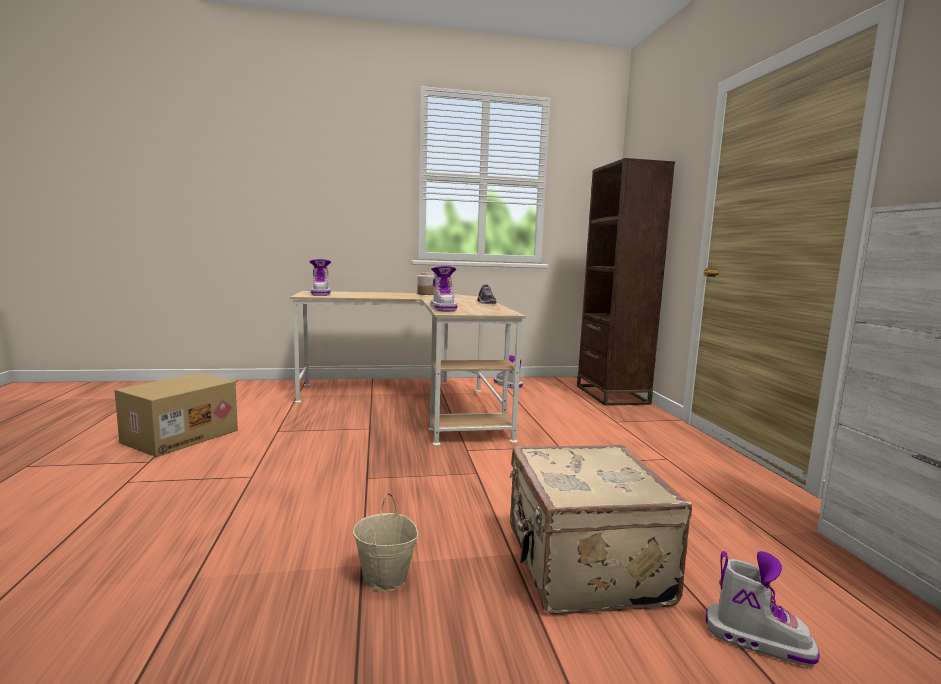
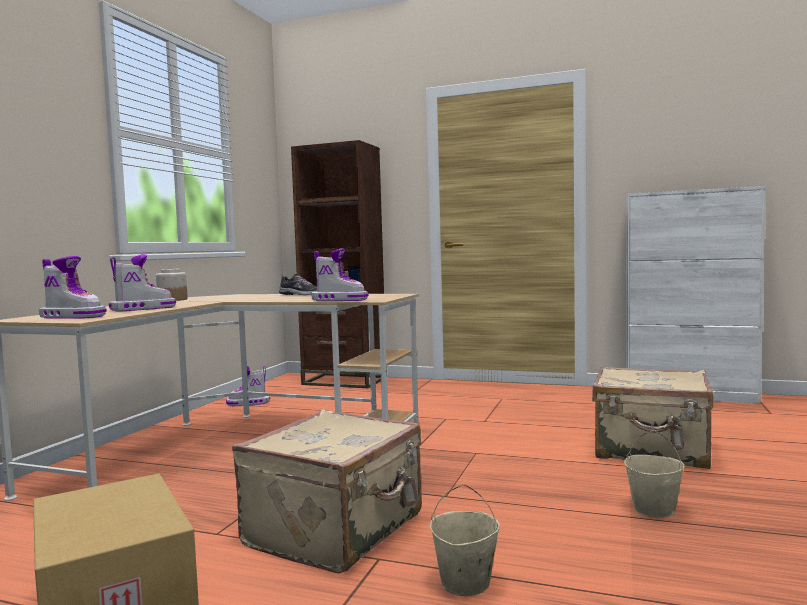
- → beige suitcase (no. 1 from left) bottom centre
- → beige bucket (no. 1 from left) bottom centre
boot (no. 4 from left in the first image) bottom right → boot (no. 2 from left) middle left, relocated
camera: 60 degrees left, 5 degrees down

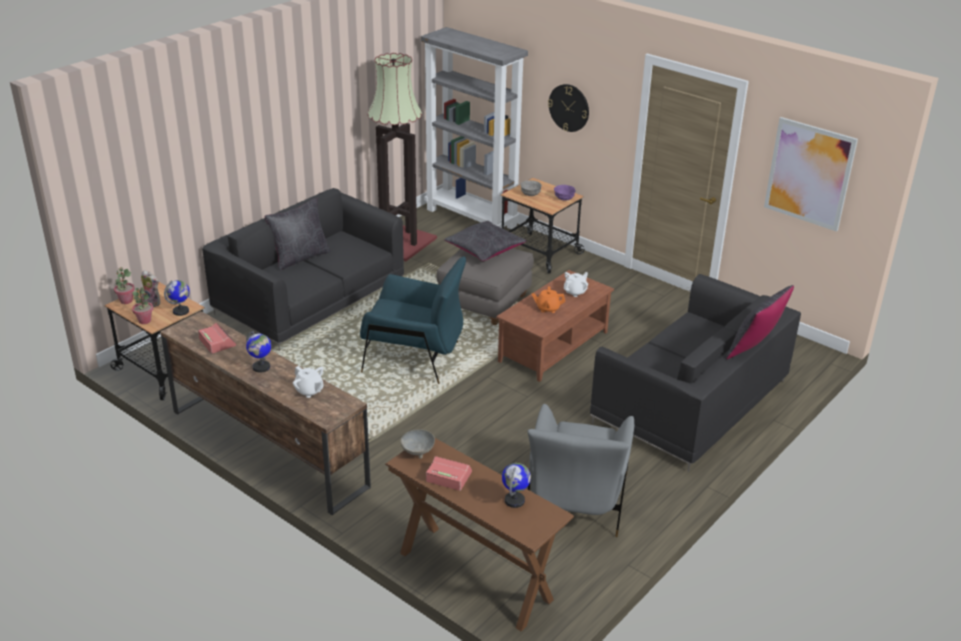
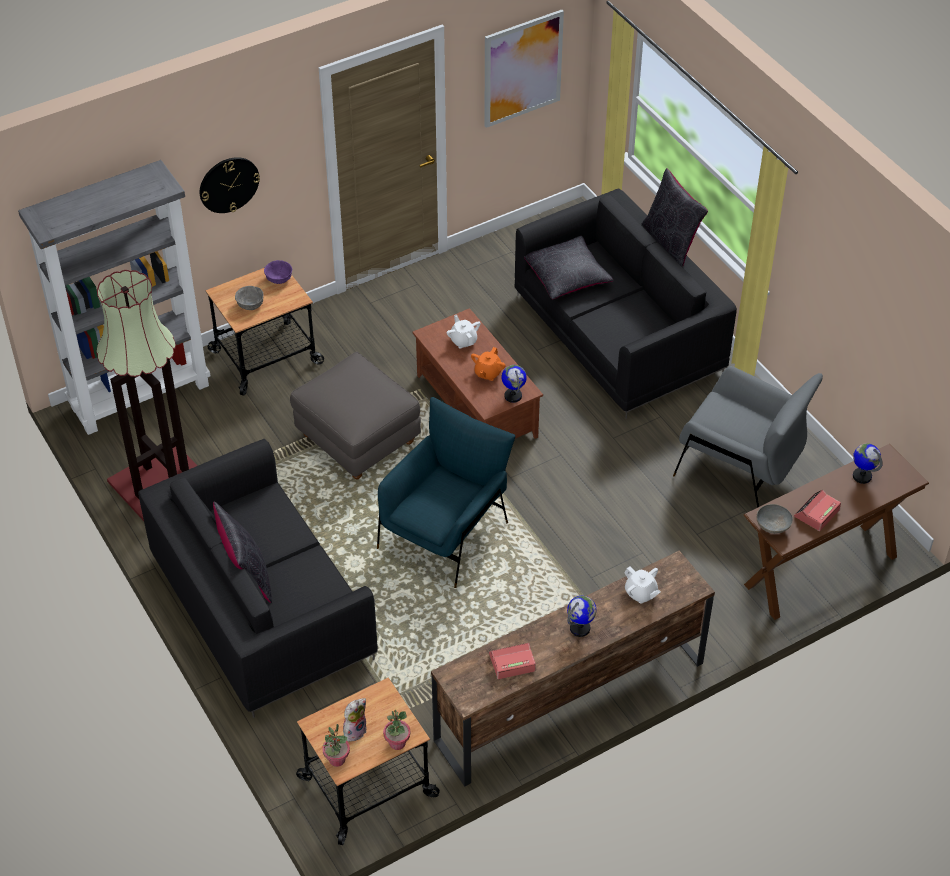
globe (no. 1 from left) middle left → globe (no. 1 from left) centre, relocated
black pillow (no. 2 from left) centre → black pillow (no. 2 from left) top centre, relocated
white teapot (no. 1 from left in the first image) middle left → white teapot (no. 2 from left) bottom right, 75 degrees clockwise
camera: 70 degrees left, 15 degrees up

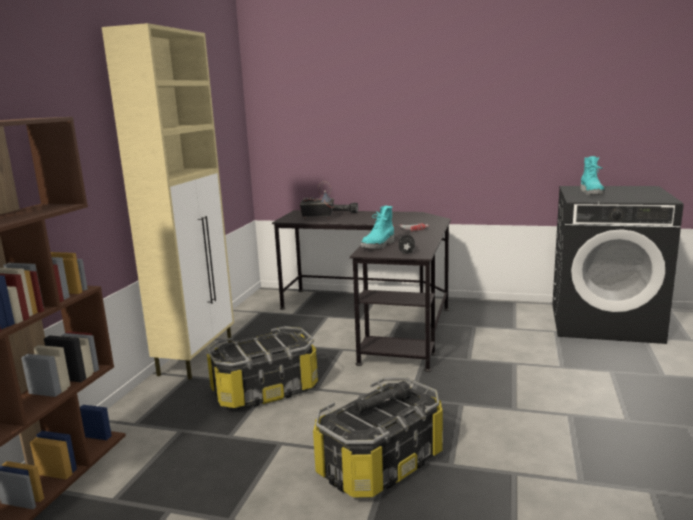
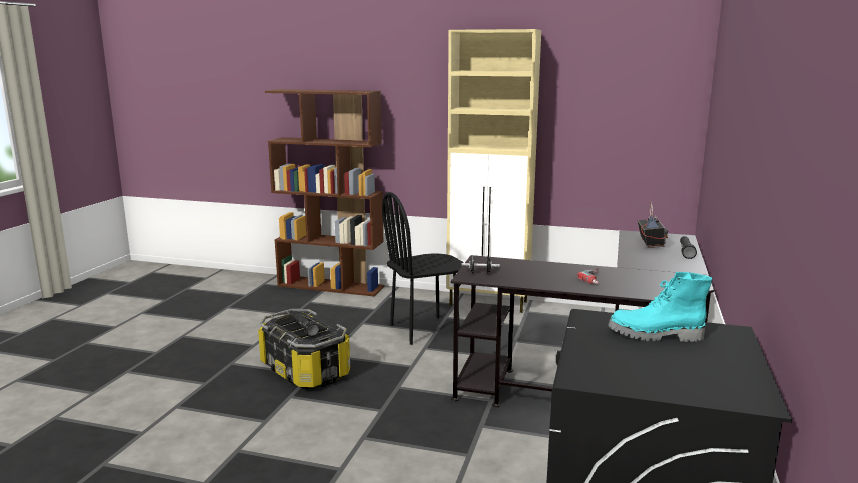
turquoise boot (no. 1 from left) centre → -
storage box (no. 1 from left) bottom centre → black chair centre
camera: 90 degrees right, 0 degrees up

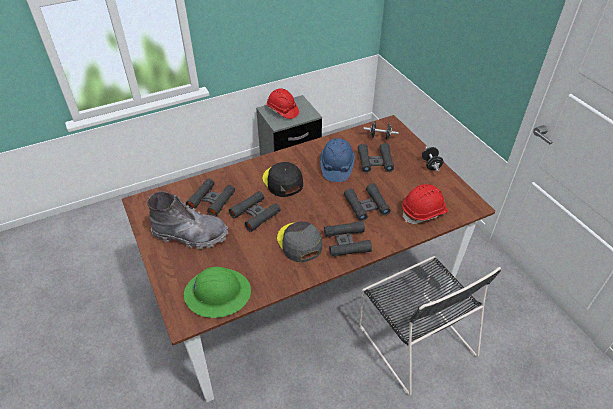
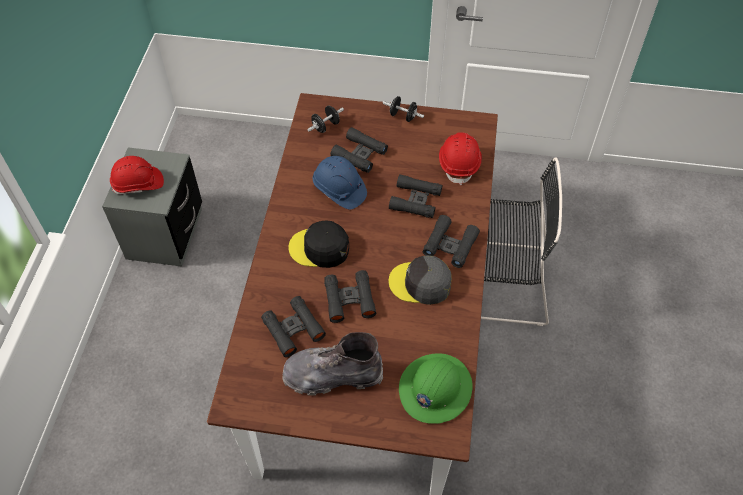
grey boot middle left → grey boot bottom centre, 135 degrees counterclockwise
camera: 55 degrees left, 10 degrees up

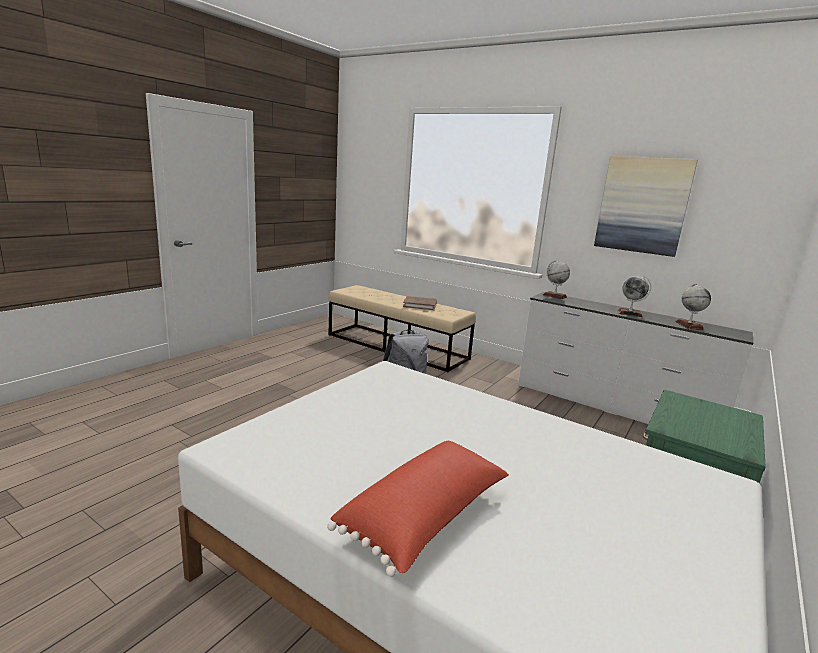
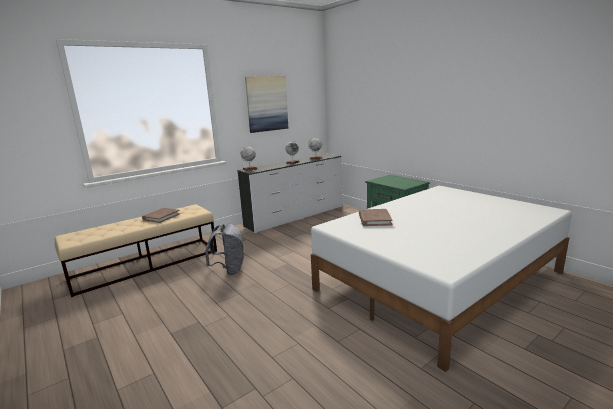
red pillow bottom centre → -
- → brown book (no. 2 from left) centre
camera: 70 degrees left, 0 degrees up

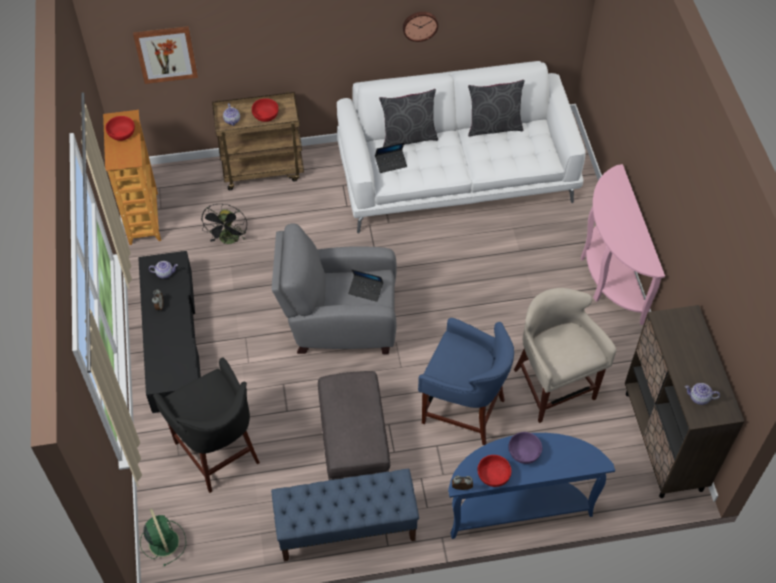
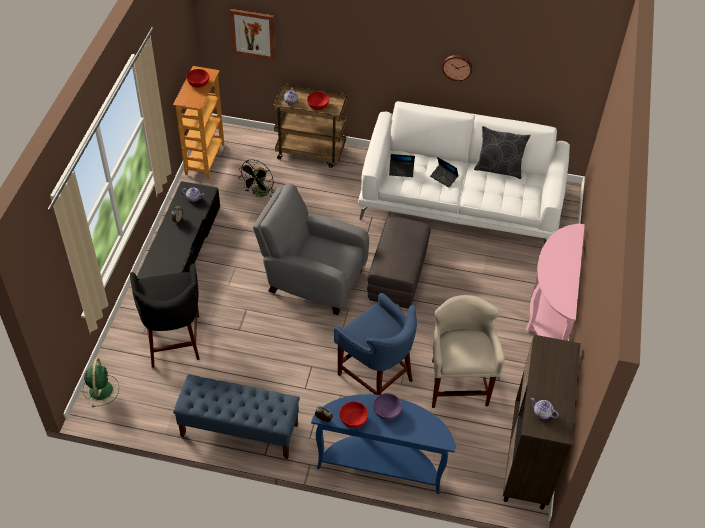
grey pillow (no. 1 from left) top centre → -
grey ottoman bottom centre → grey ottoman centre, relocated
laptop (no. 1 from left in the first image) centre → laptop (no. 2 from left) top centre, relocated
camera: 20 degrees right, 5 degrees down

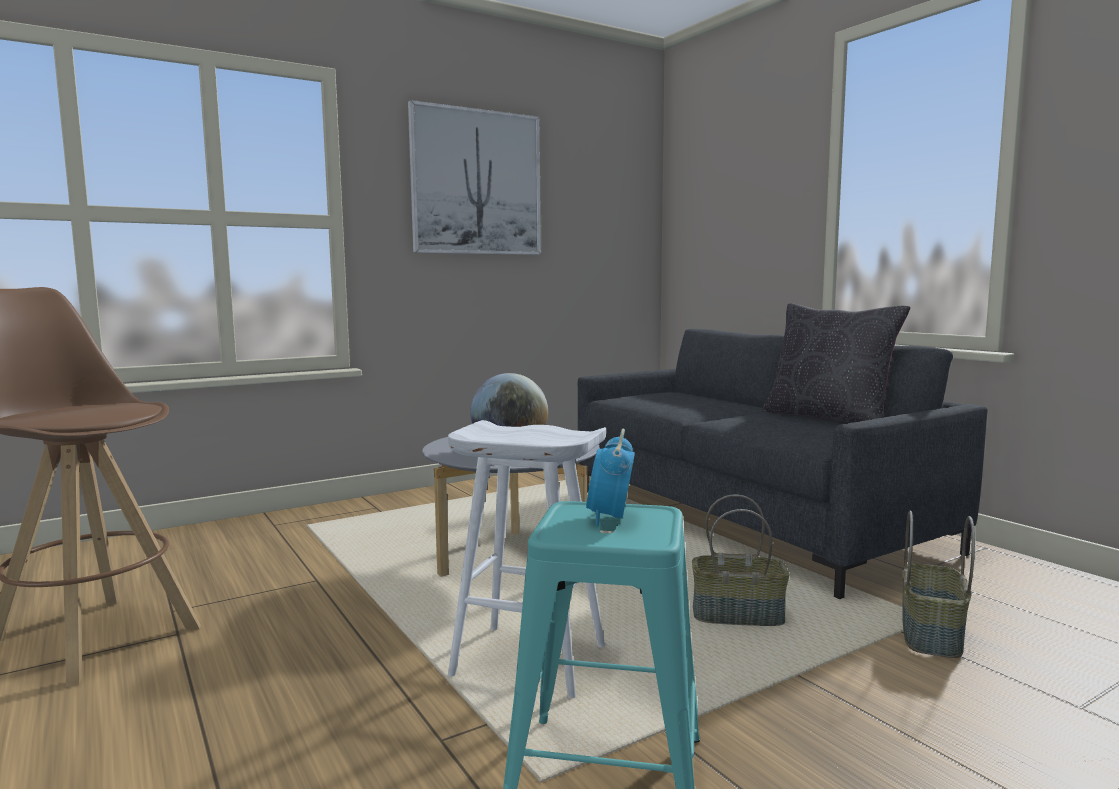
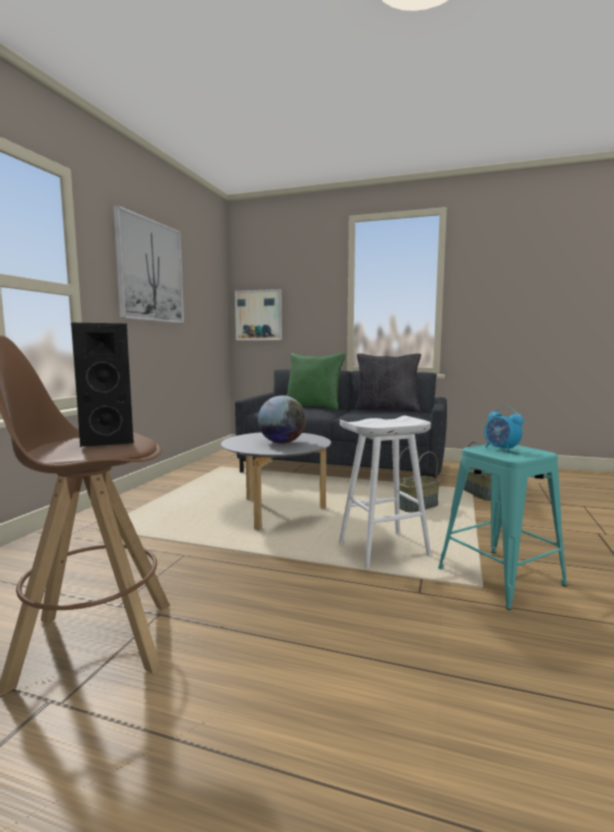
- → black speaker middle left
- → picture (no. 2 from left) centre
- → green pillow centre
camera: 40 degrees left, 0 degrees up

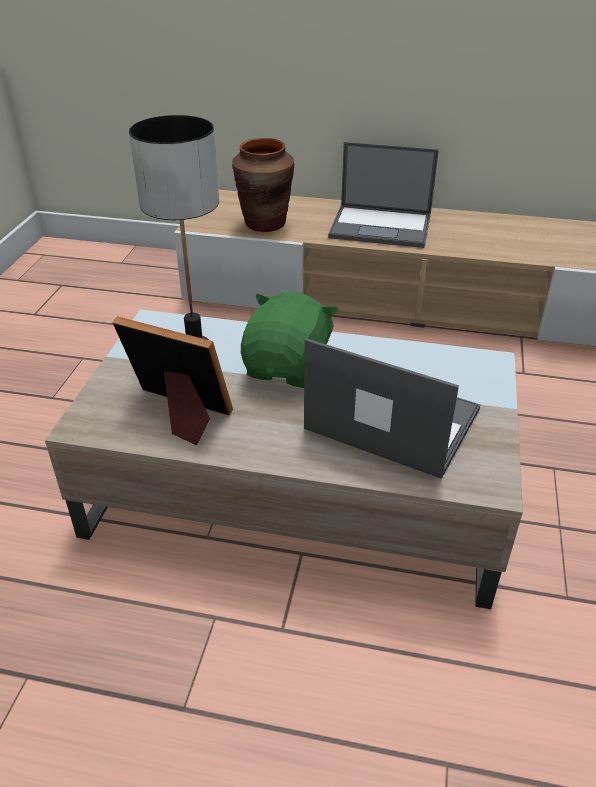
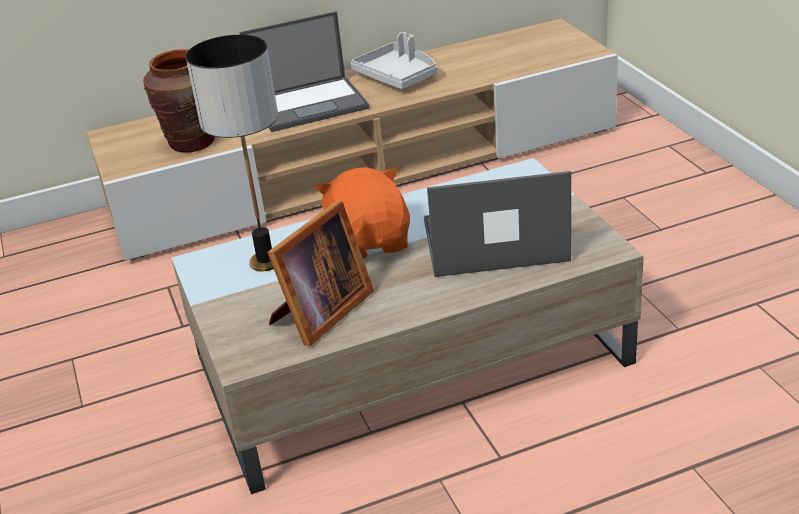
- → grey tray top centre
green plush toy centre → orange plush toy centre
picture frame middle left → picture frame centre, 135 degrees clockwise
camera: 30 degrees left, 5 degrees down

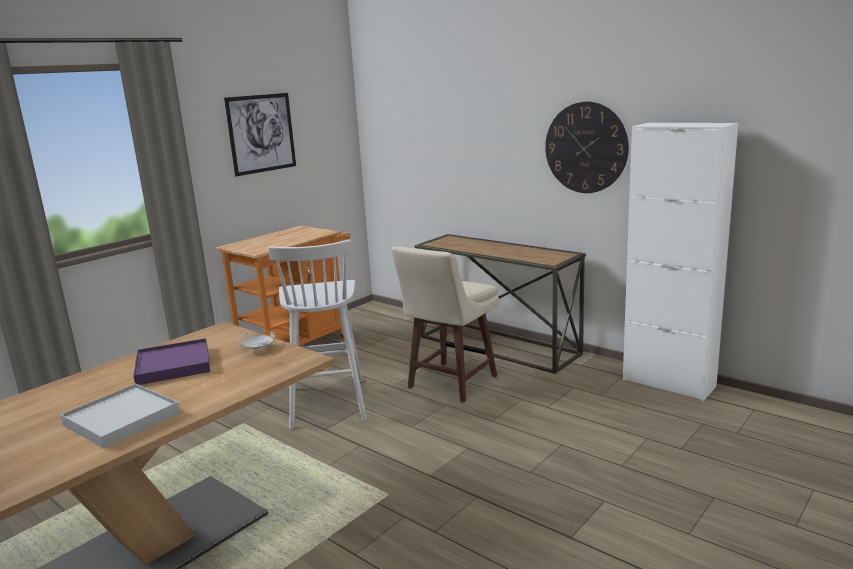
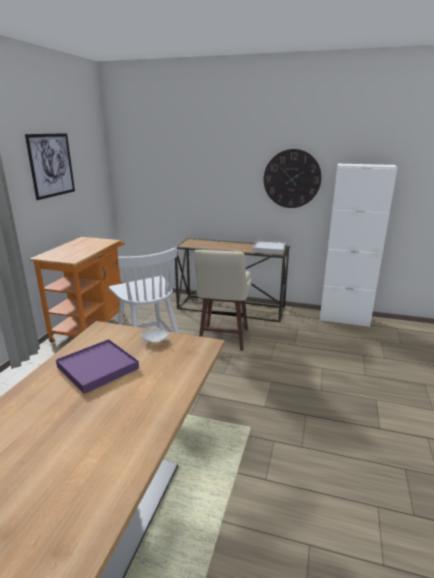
white tray bottom left → white tray centre, relocated
camera: 25 degrees left, 5 degrees up

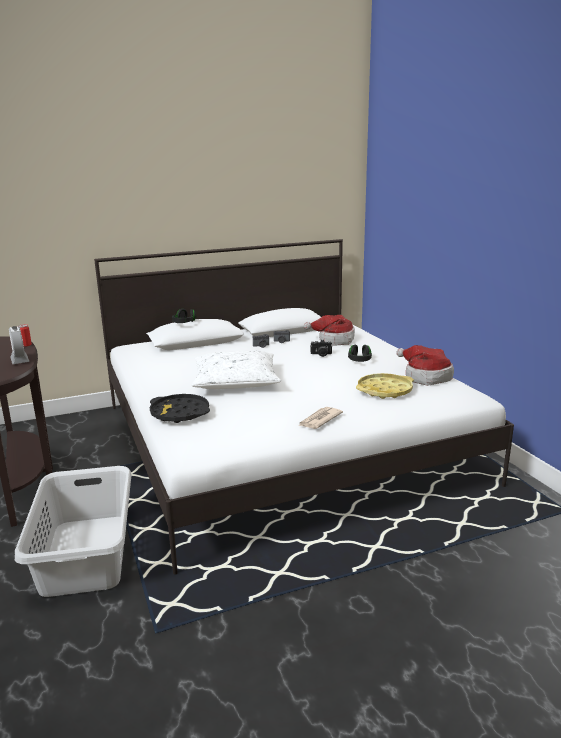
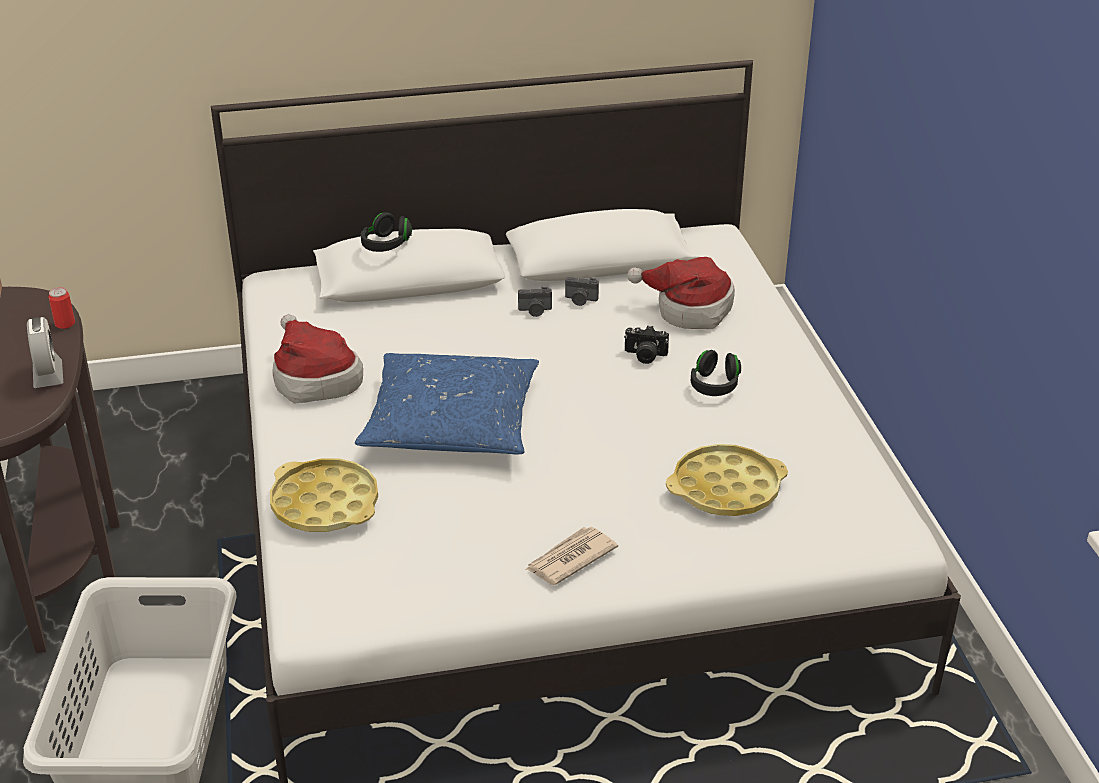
hat (no. 2 from left in the first image) middle right → hat (no. 1 from left) middle left, relocated
black tray middle left → yellow tray (no. 1 from left) middle left
white pillow centre → blue pillow centre
camera: 10 degrees right, 15 degrees up

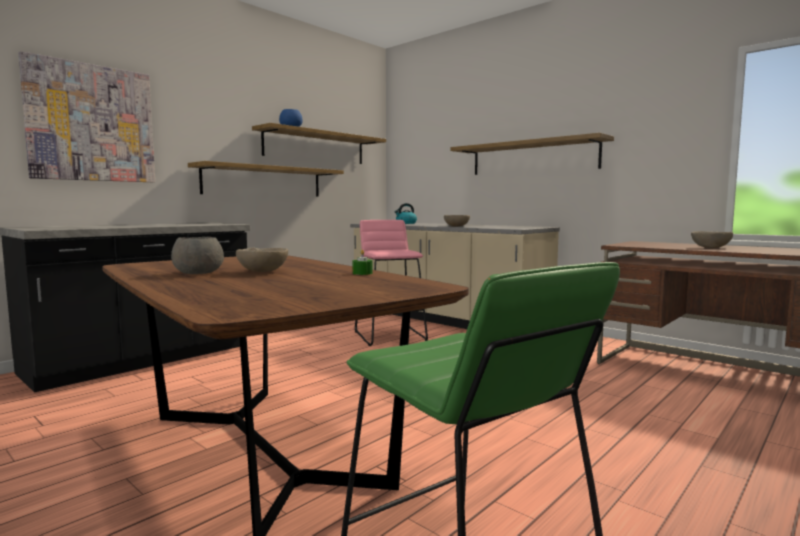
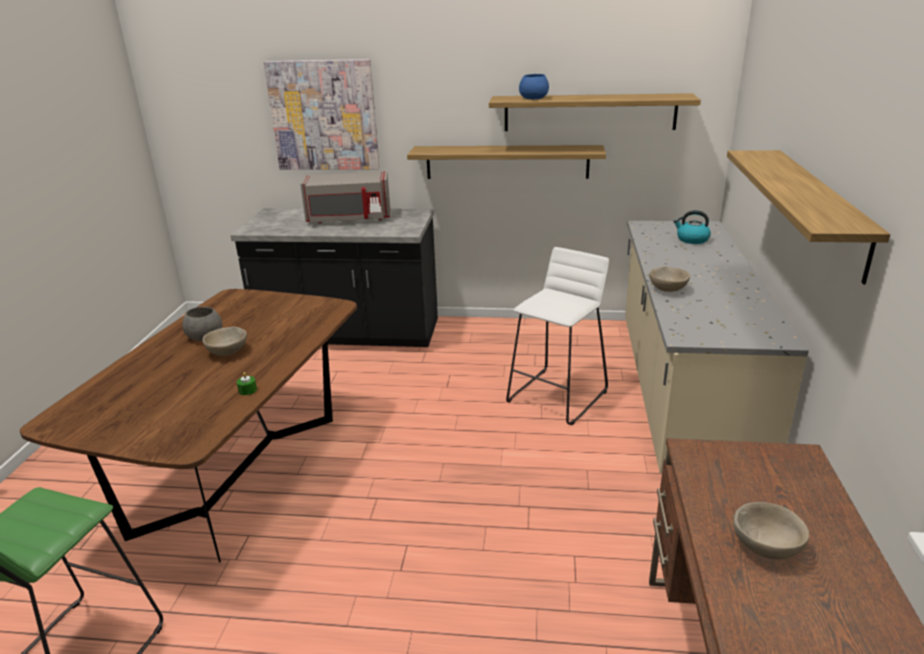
- → grey microwave top centre
pink stool centre → white stool centre
camera: 55 degrees right, 20 degrees up

